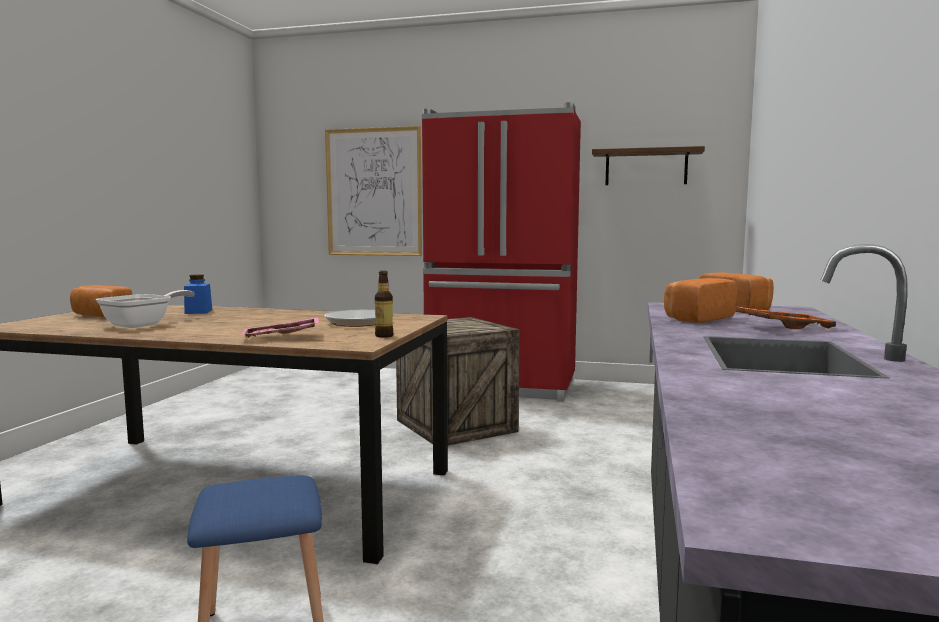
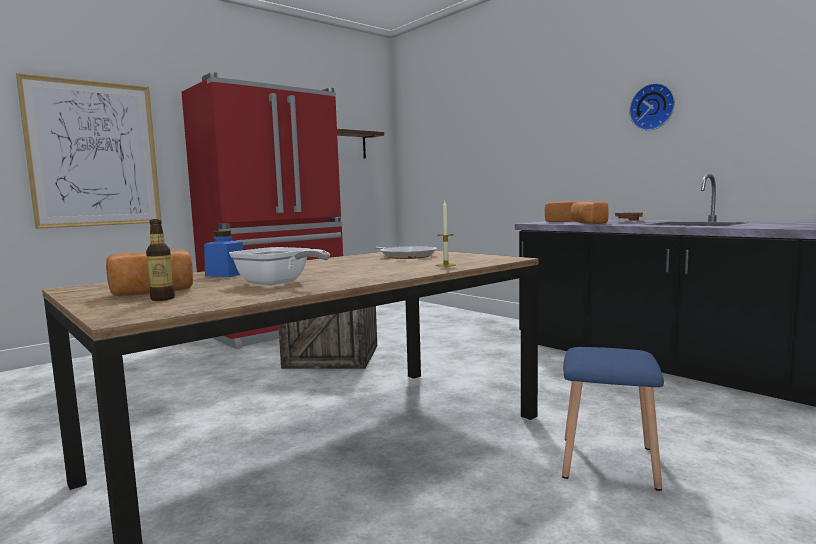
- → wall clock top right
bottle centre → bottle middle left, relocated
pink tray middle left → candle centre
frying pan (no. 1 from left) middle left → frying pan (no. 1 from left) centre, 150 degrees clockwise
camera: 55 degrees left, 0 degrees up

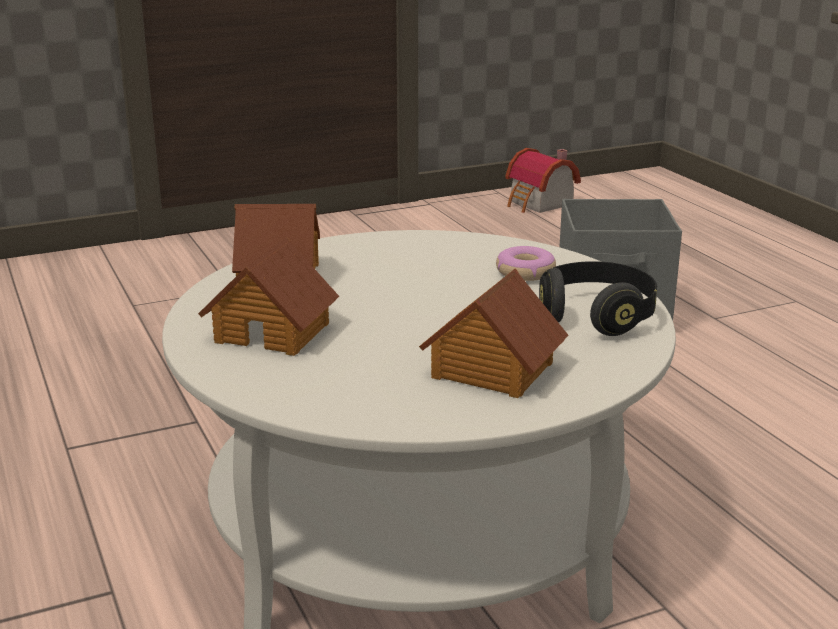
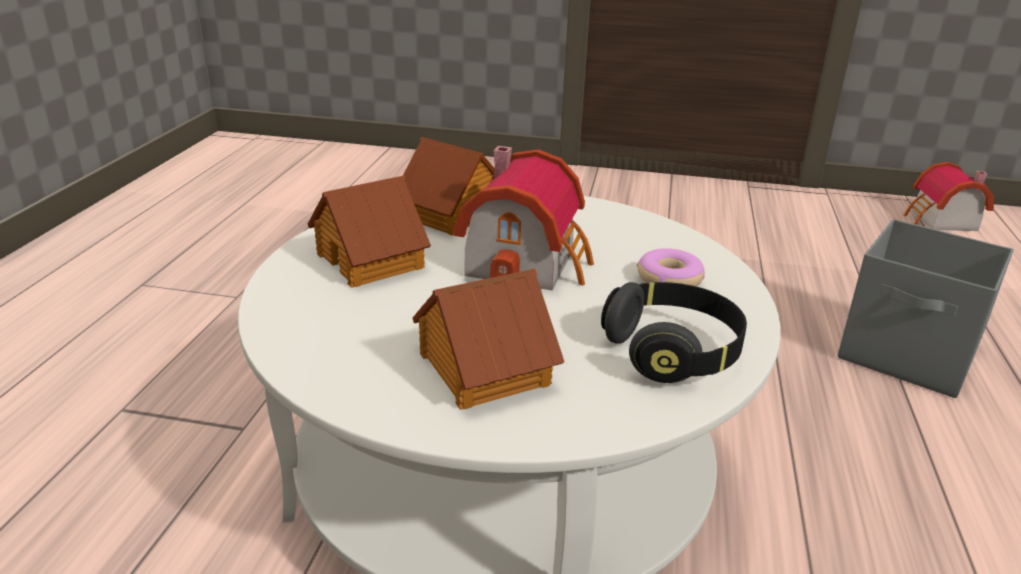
- → toy house (no. 4 from left) centre
camera: 35 degrees right, 5 degrees up

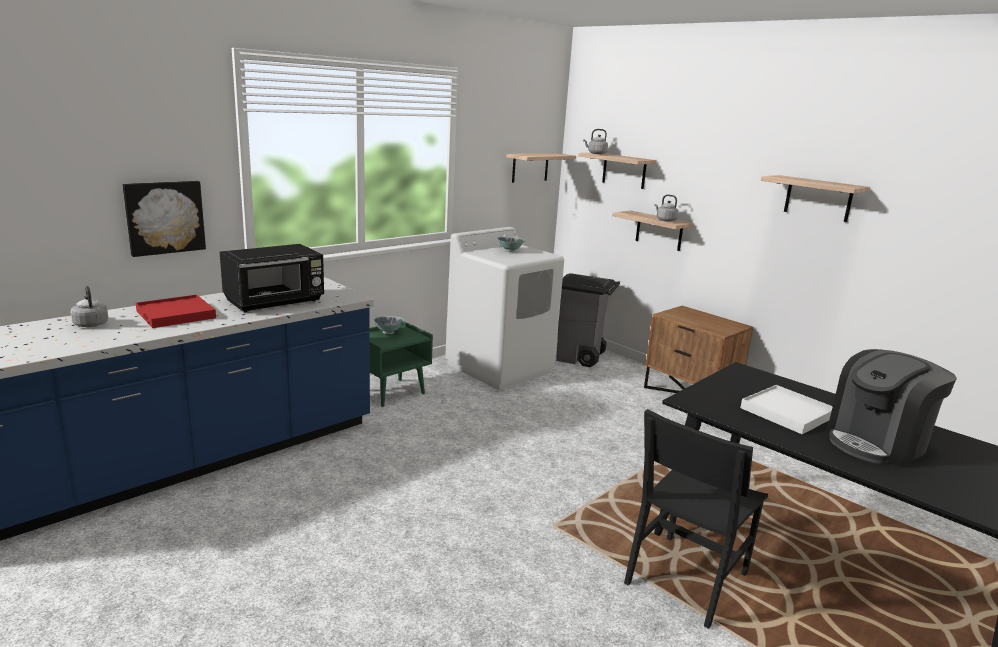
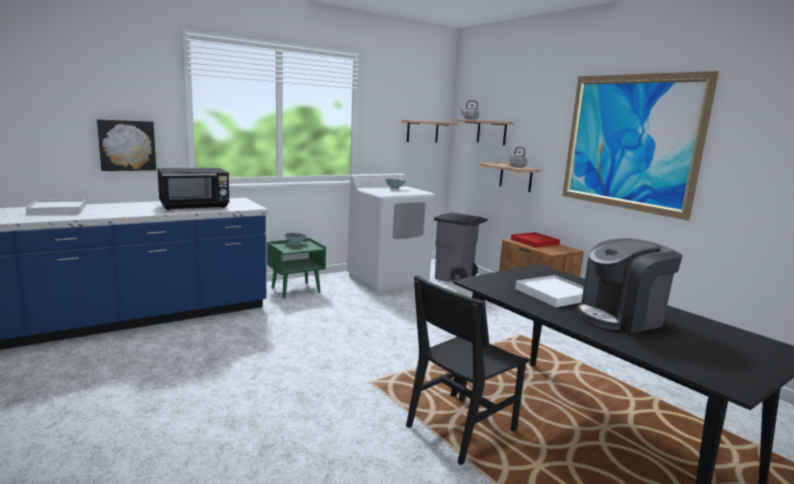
red tray middle left → red tray middle right, relocated
grey kettle (no. 1 from left) middle left → white tray (no. 1 from left) middle left
shelf (no. 4 from left) top right → picture (no. 2 from left) top right
camera: 10 degrees right, 5 degrees down

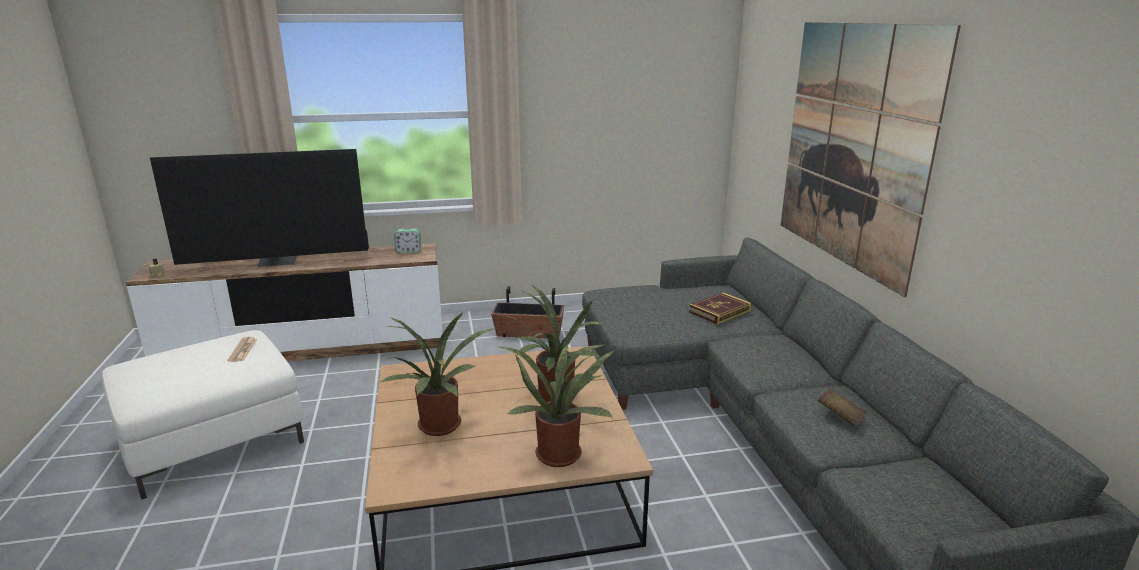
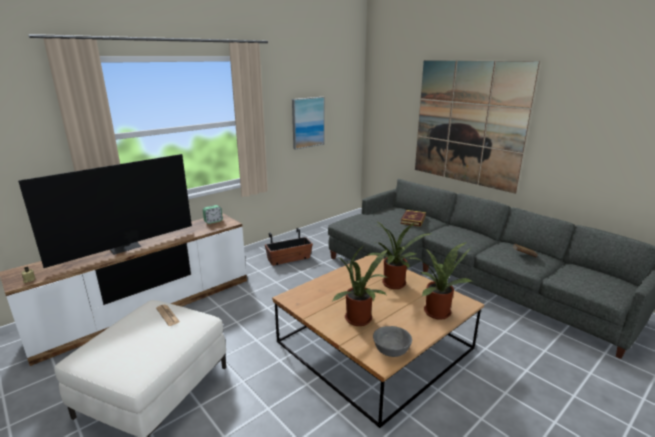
- → picture (no. 1 from left) top centre
- → grey bowl bottom centre
camera: 30 degrees left, 0 degrees up

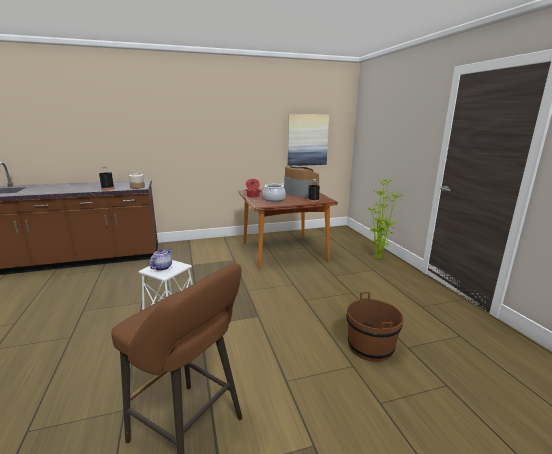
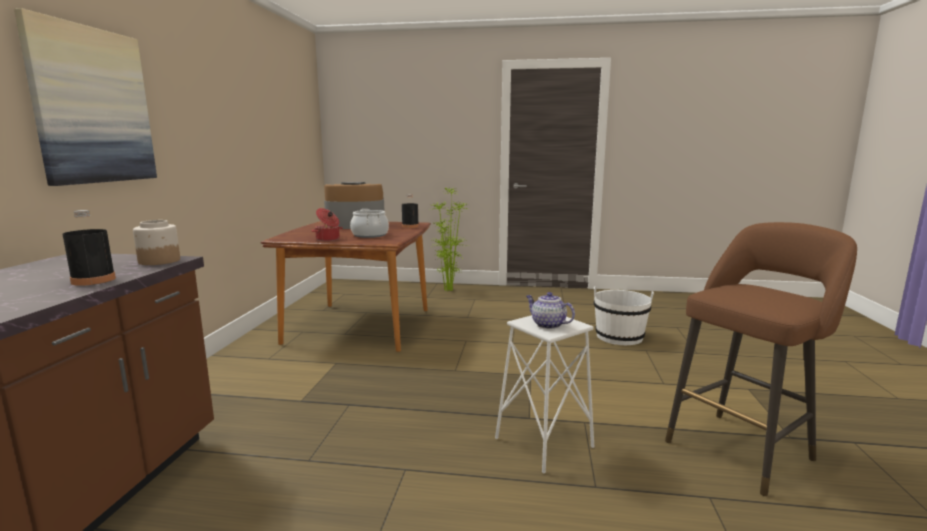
picture top centre → picture top left, relocated
brown bucket bottom right → white bucket middle right
camera: 65 degrees left, 5 degrees down

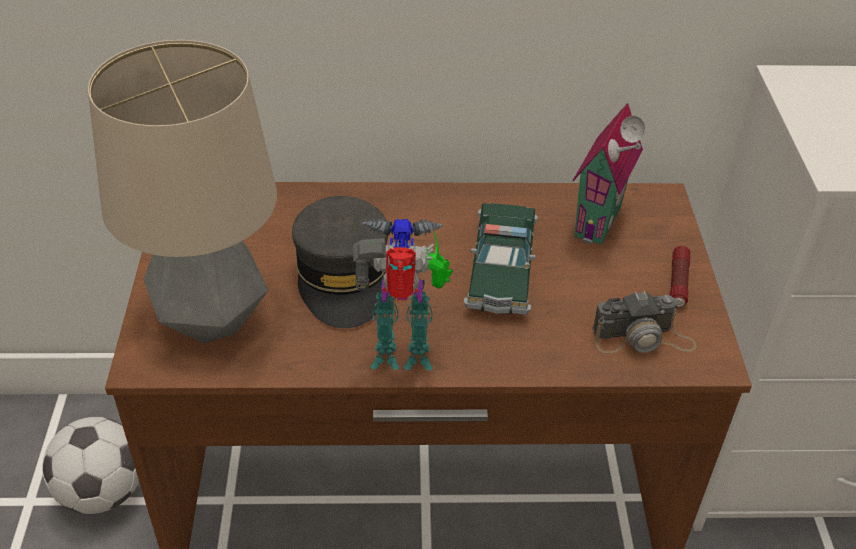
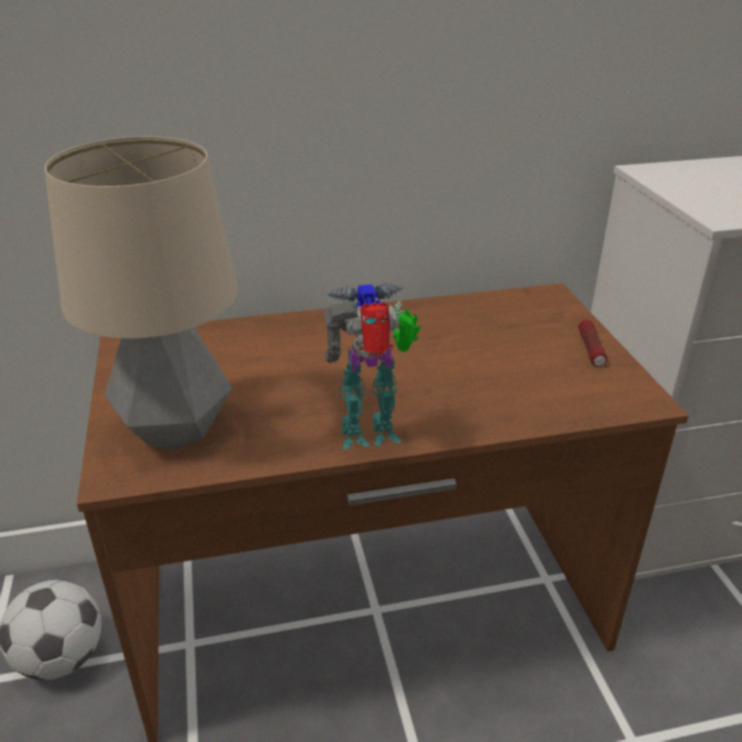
grey cap centre → -
toy car centre → -
toy house top right → -
photo camera middle right → -
camera: 10 degrees left, 10 degrees down

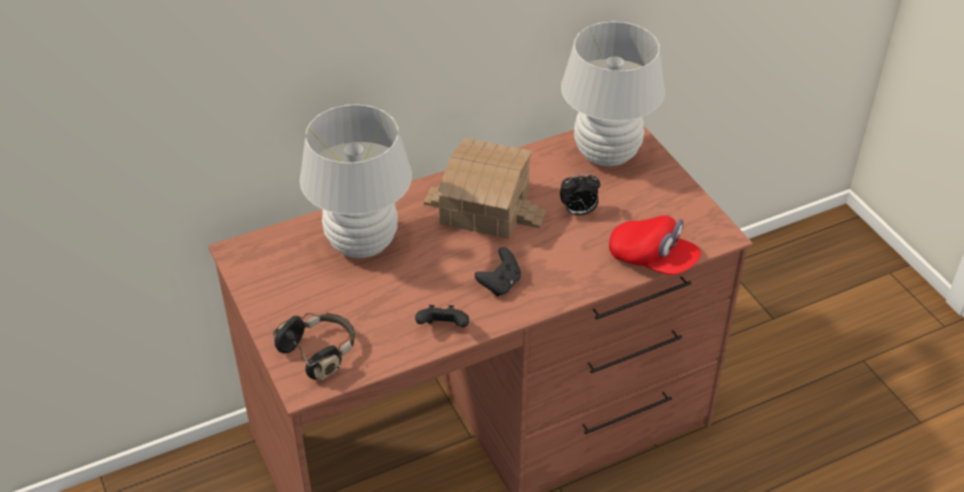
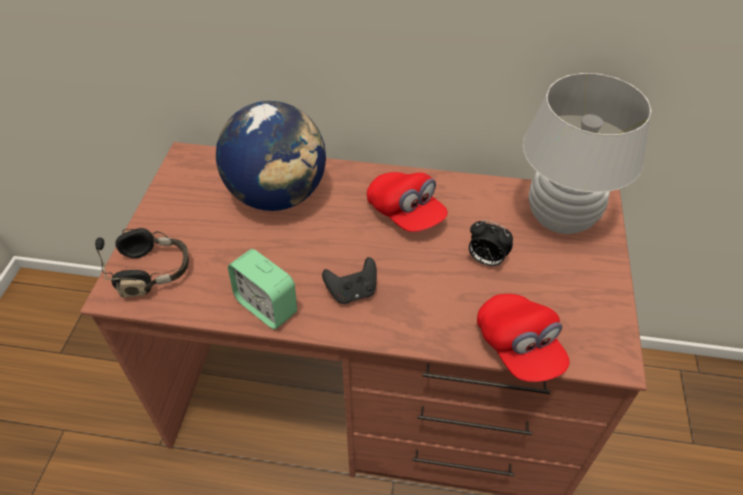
white table lamp (no. 1 from left) centre → globe top centre
black game controller (no. 1 from left) centre → alarm clock (no. 1 from left) centre
toy house centre → red cap (no. 1 from left) centre
camera: 35 degrees right, 5 degrees up

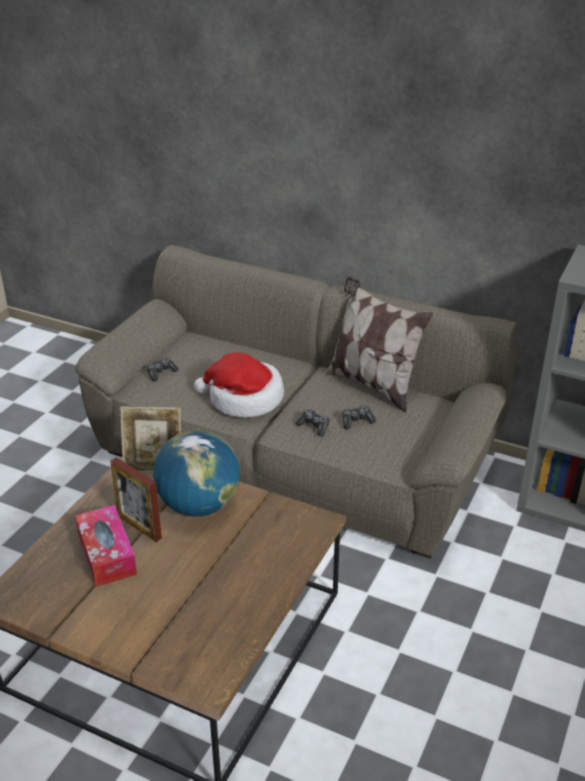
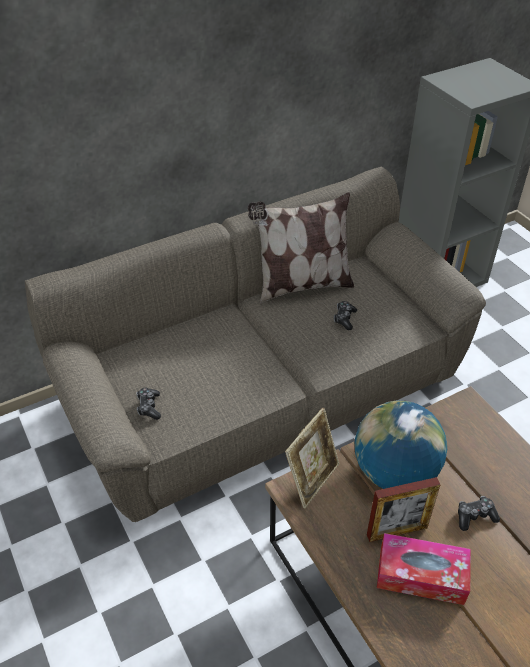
hat centre → -
game controller (no. 2 from left in the first image) centre → game controller (no. 3 from left) bottom right, relocated
camera: 55 degrees left, 10 degrees up

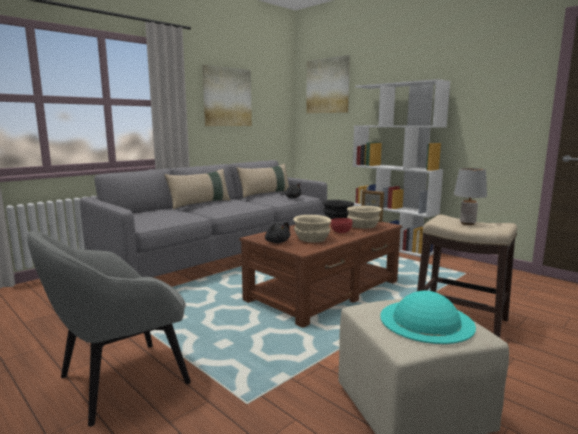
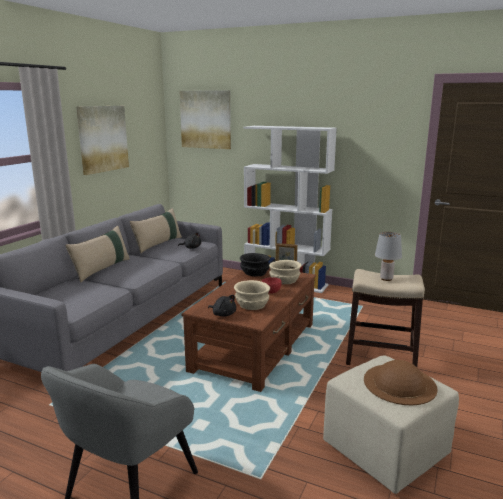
turquoise hat bottom right → brown hat bottom right
camera: 20 degrees left, 5 degrees up

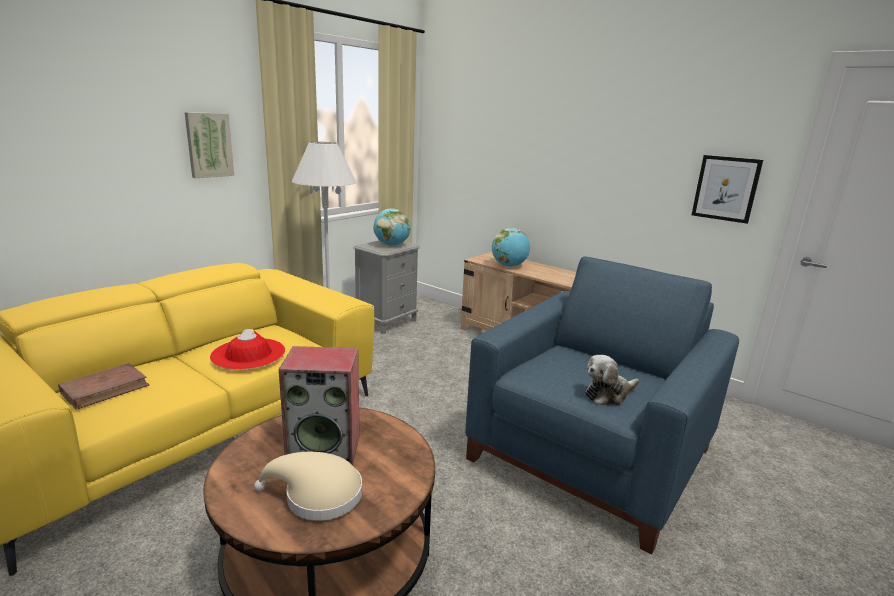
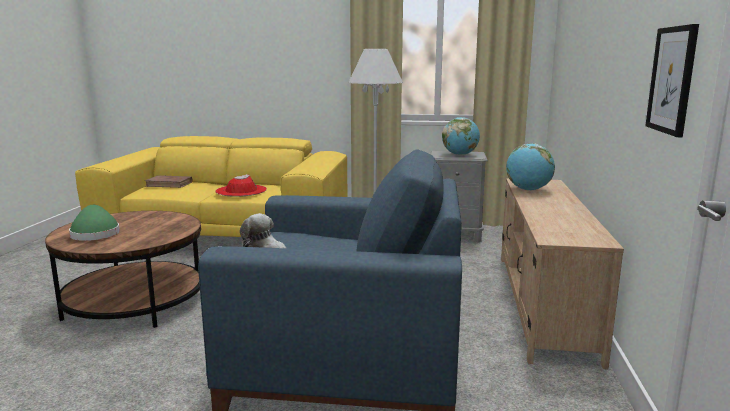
picture (no. 1 from left) top left → -
speaker bottom centre → -
beige hat bottom centre → green hat middle left
camera: 60 degrees right, 5 degrees down

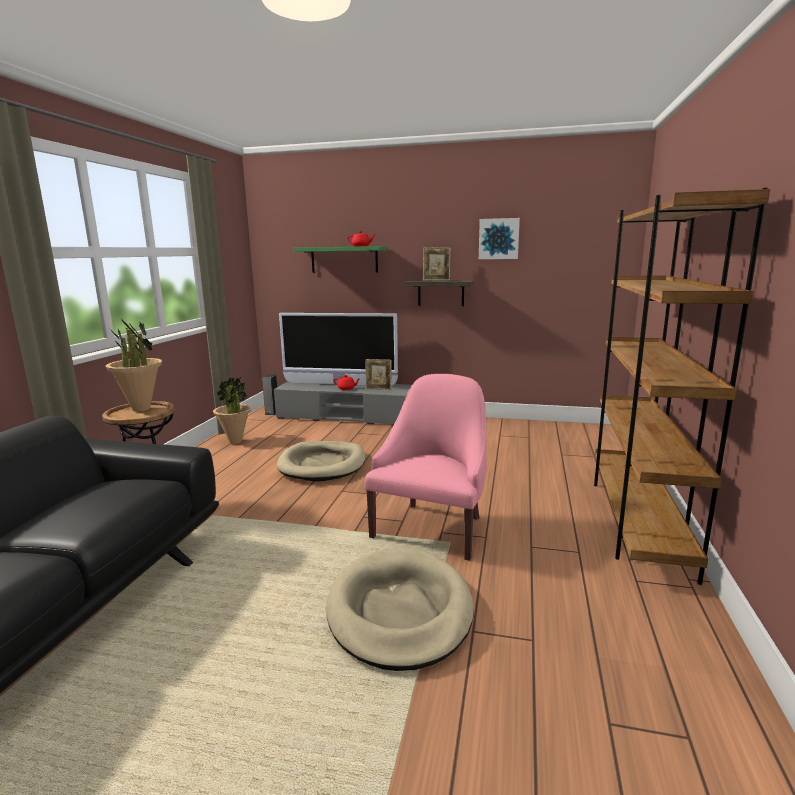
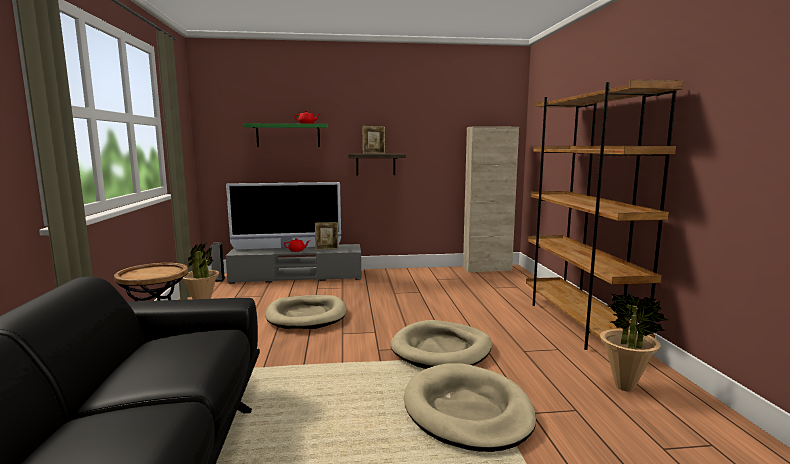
picture top centre → -
- → beige cabinet centre
potted plant (no. 1 from left in the first image) middle left → potted plant (no. 2 from left) bottom right, relocated
pink armchair centre → beige dog bed (no. 2 from left) bottom centre
camera: 20 degrees left, 5 degrees down

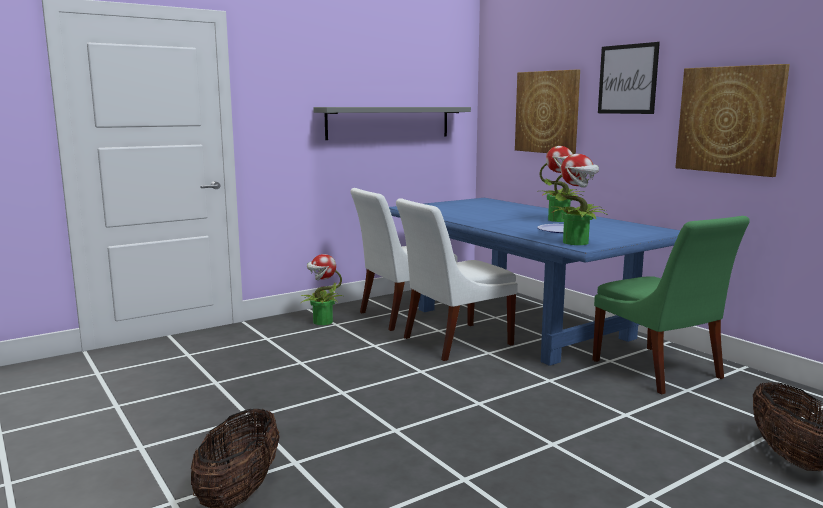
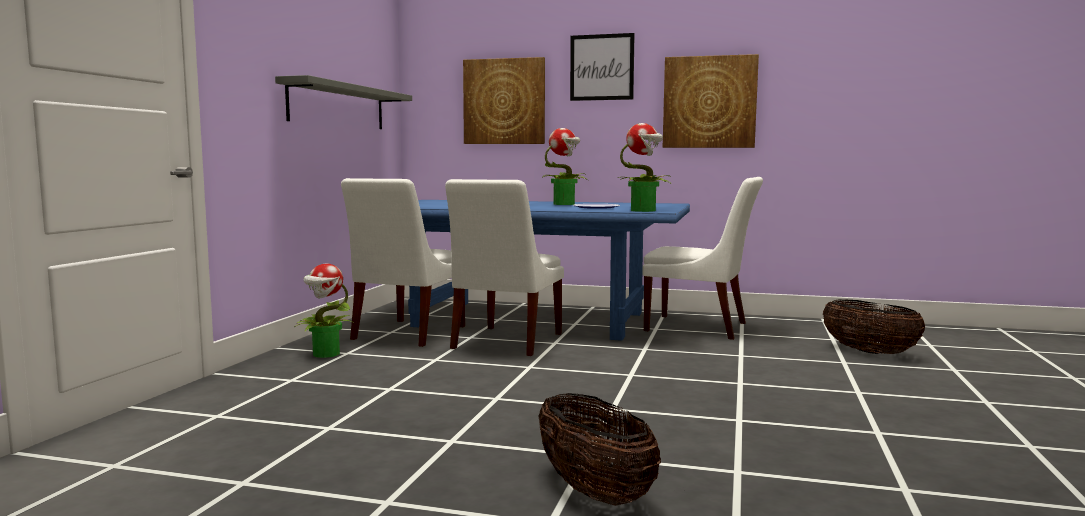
green chair middle right → white chair (no. 3 from left) centre
camera: 40 degrees left, 5 degrees down

